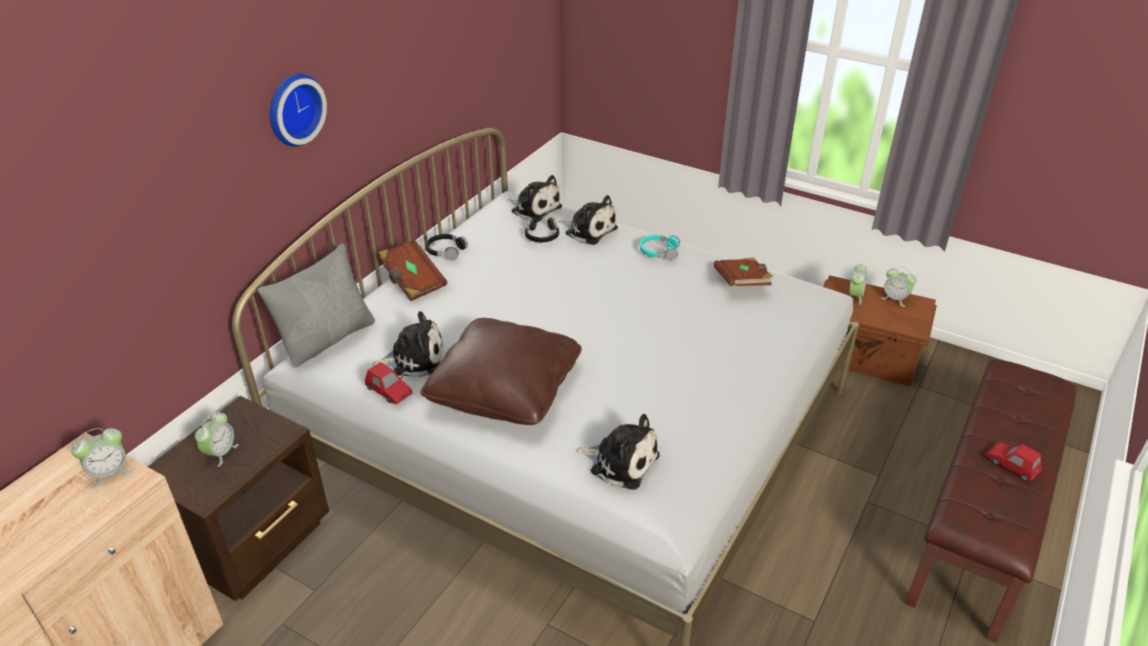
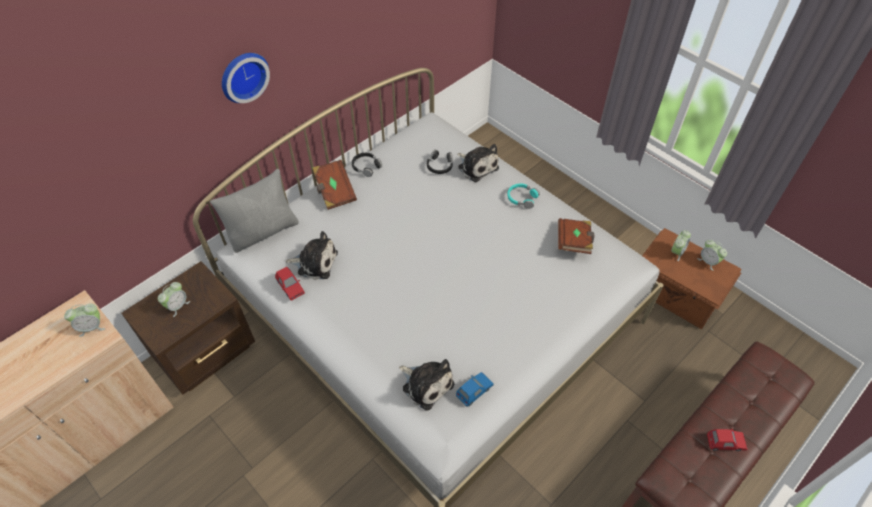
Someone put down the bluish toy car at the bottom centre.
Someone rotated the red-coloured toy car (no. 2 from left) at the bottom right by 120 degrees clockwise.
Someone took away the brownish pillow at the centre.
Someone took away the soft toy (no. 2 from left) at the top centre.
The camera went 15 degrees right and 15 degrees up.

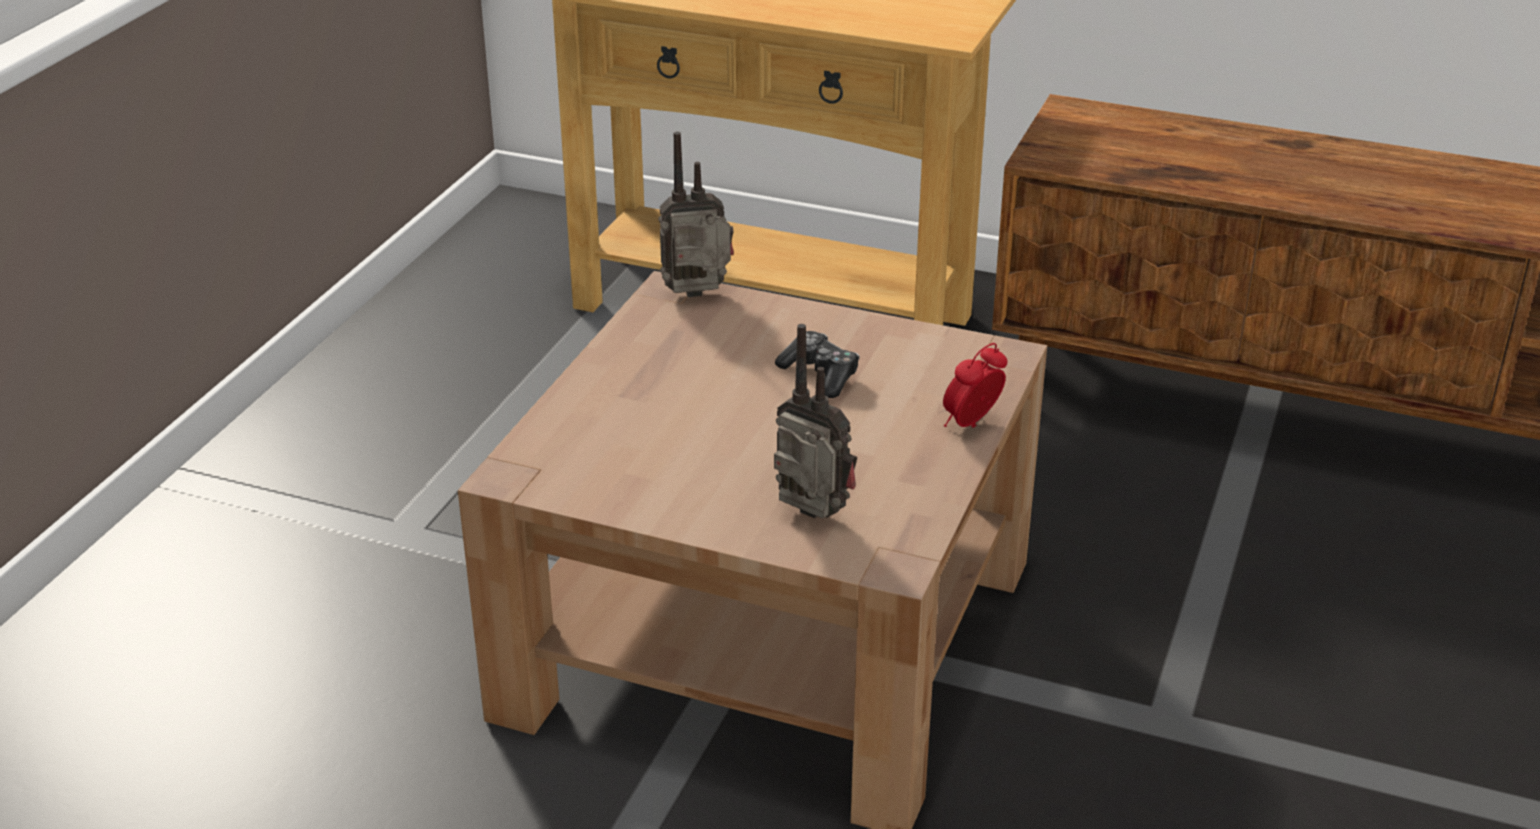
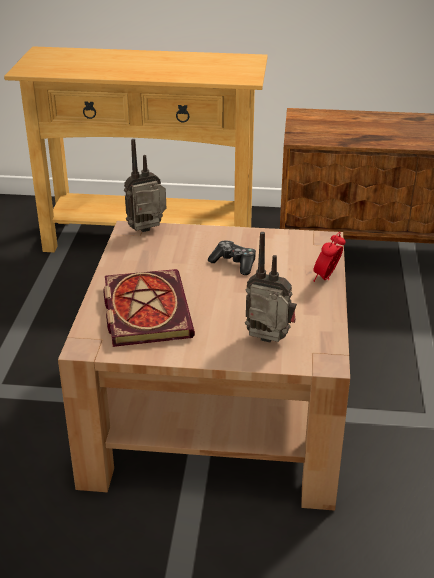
Someone put down the volume at the centre.
The camera went 15 degrees left and 0 degrees up.

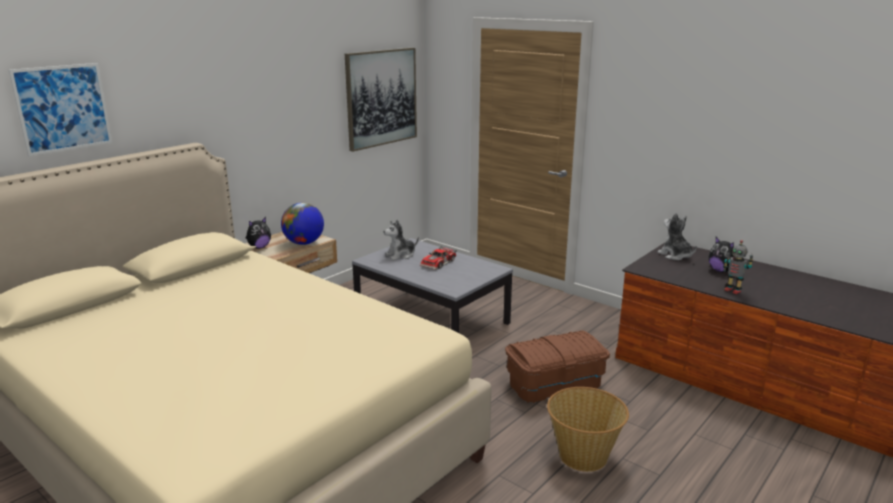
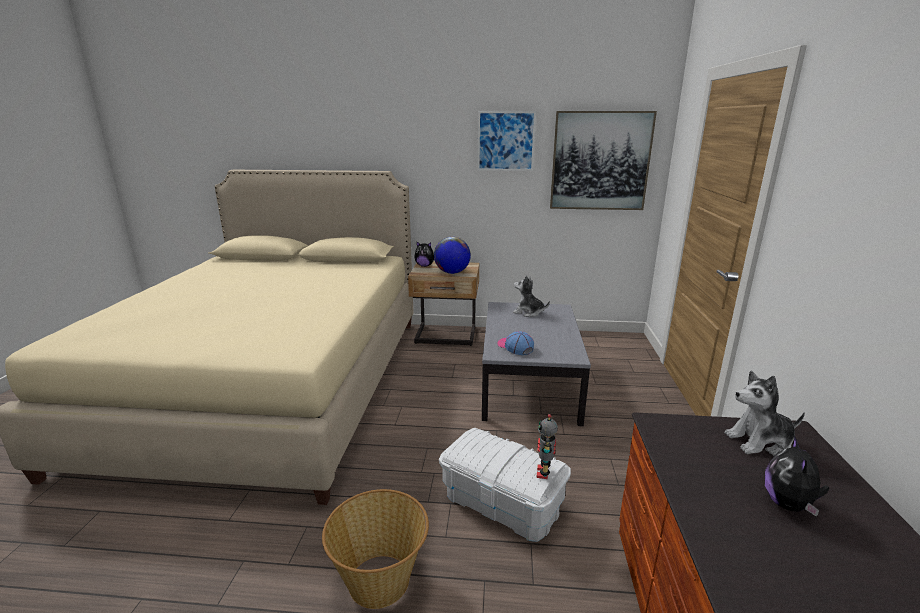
Someone repainted the brownish storage container at the bottom centre, which became the white-coloured storage container at the bottom centre.
Someone carried the wall picture (no. 1 from left) from the top left to the top centre.
Someone put down the cap at the centre.
Someone carried the robot figure from the middle right to the bottom centre.
Someone rotated the soft toy (no. 3 from left) at the middle right by 120 degrees counterclockwise.
Someone took away the toy car at the centre.
The camera went 55 degrees right and 0 degrees up.

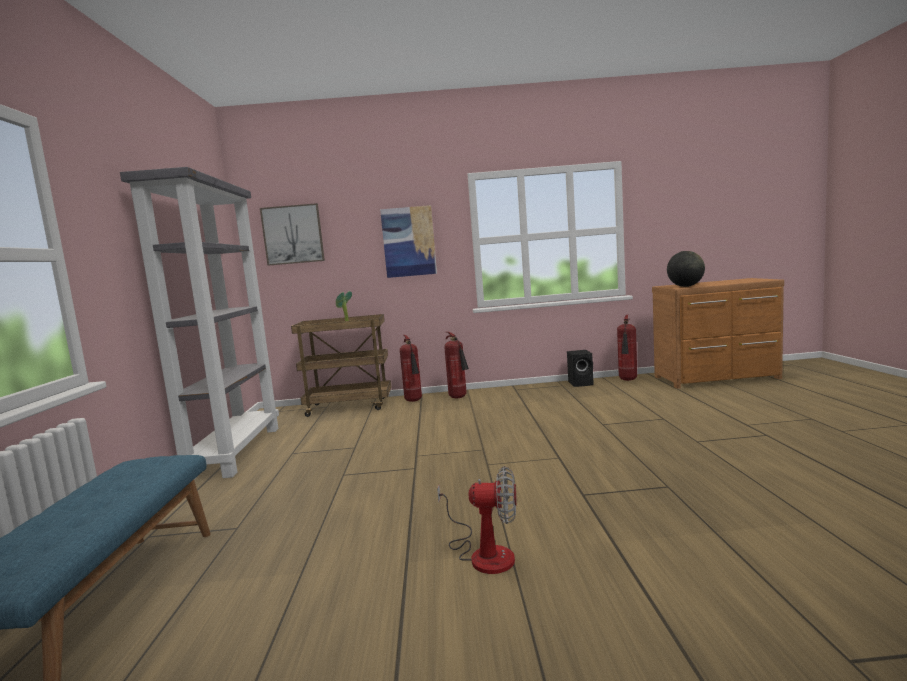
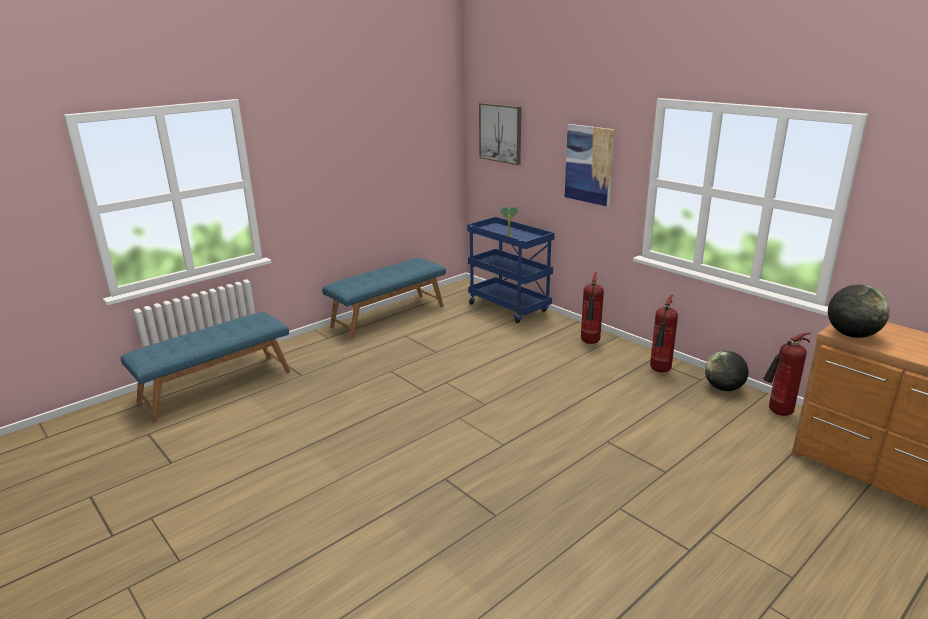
Someone swapped the gray bookcase at the middle left for the bluish bench (no. 2 from left) at the centre.
Someone repainted the brownish wheeled cart at the centre, which became the bluish wheeled cart at the centre.
Someone carried the extinguisher (no. 1 from left in the first image) from the centre to the middle right.
Someone swapped the blackish speaker at the centre for the world globe (no. 1 from left) at the middle right.
Someone took away the electric fan at the bottom centre.
The camera went 50 degrees right and 15 degrees up.

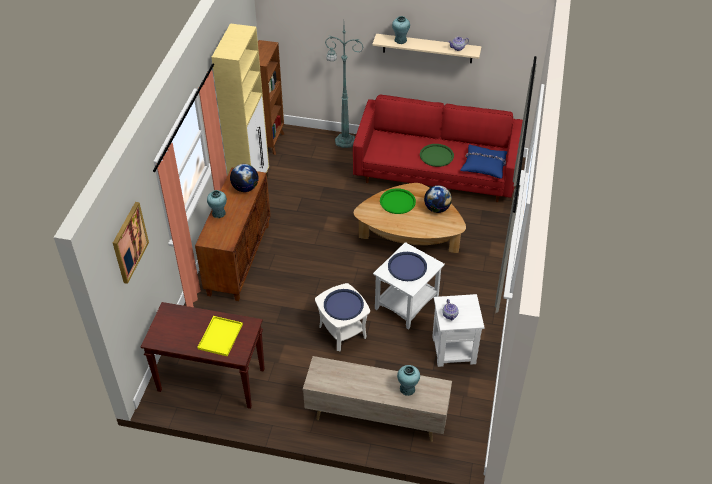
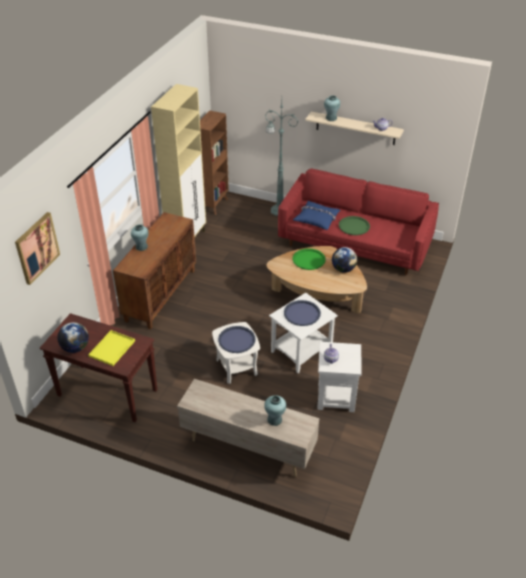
Someone carried the world globe (no. 1 from left) from the centre to the middle left.
Someone carried the bluish pillow from the top right to the centre.
The camera went 10 degrees right and 5 degrees down.

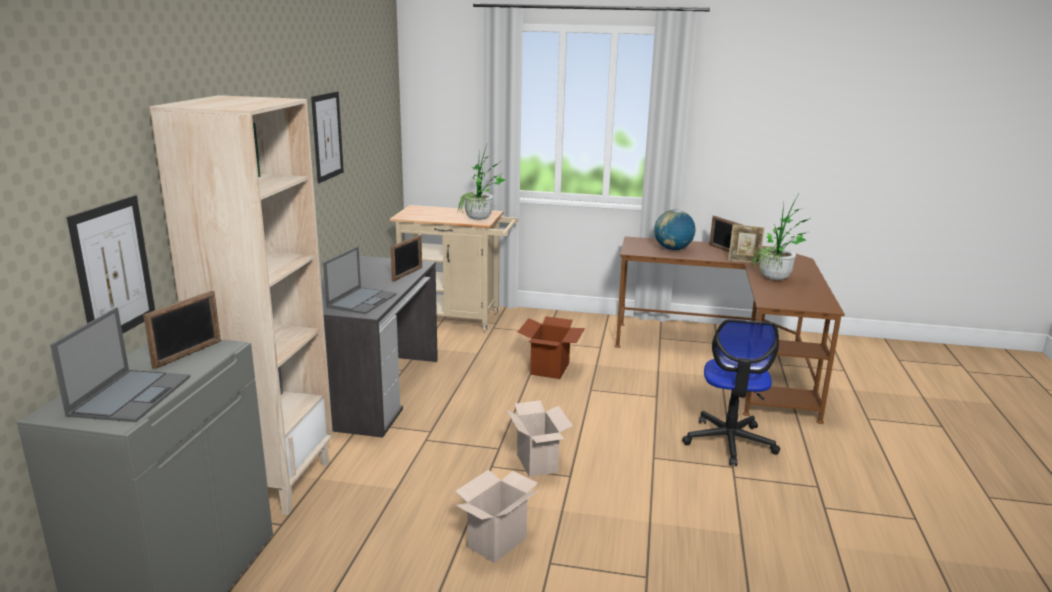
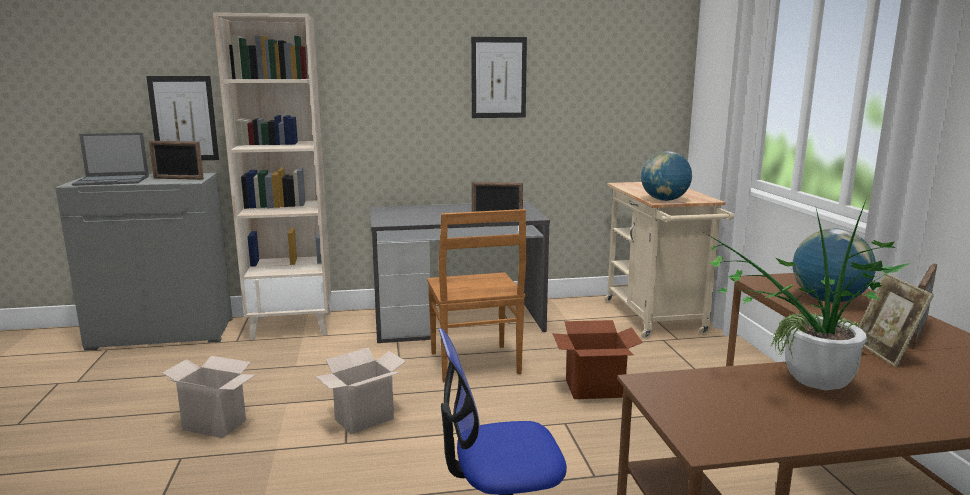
Someone put down the brownish upright chair at the centre.
Someone swapped the houseplant (no. 1 from left) at the top centre for the world globe (no. 1 from left) at the middle right.
Someone took away the notebook computer (no. 2 from left) at the centre.
The camera went 70 degrees right and 5 degrees down.

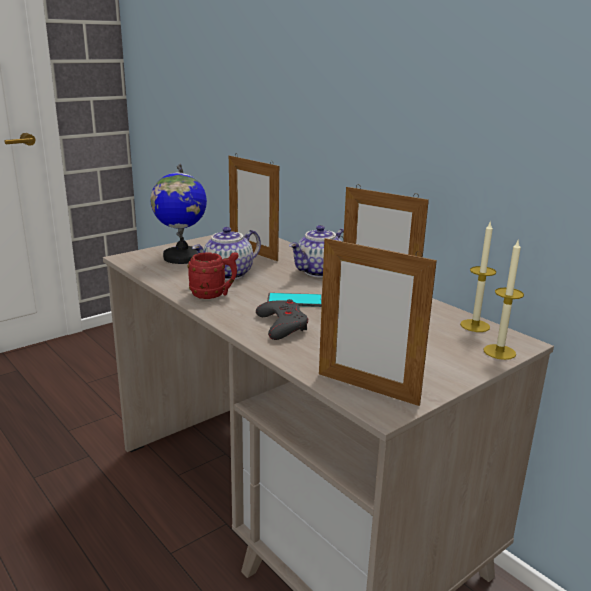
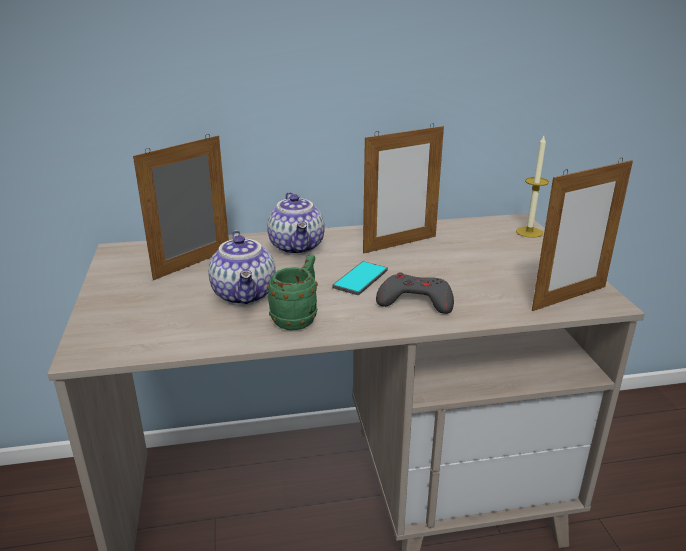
Someone rotated the picture frame (no. 1 from left) at the centre by 150 degrees clockwise.
Someone repainted the red-coloured coffee mug at the centre, which became the greenish coffee mug at the centre.
Someone took away the world globe at the middle left.
Someone took away the wax light (no. 1 from left) at the middle right.
The camera went 60 degrees left and 5 degrees up.

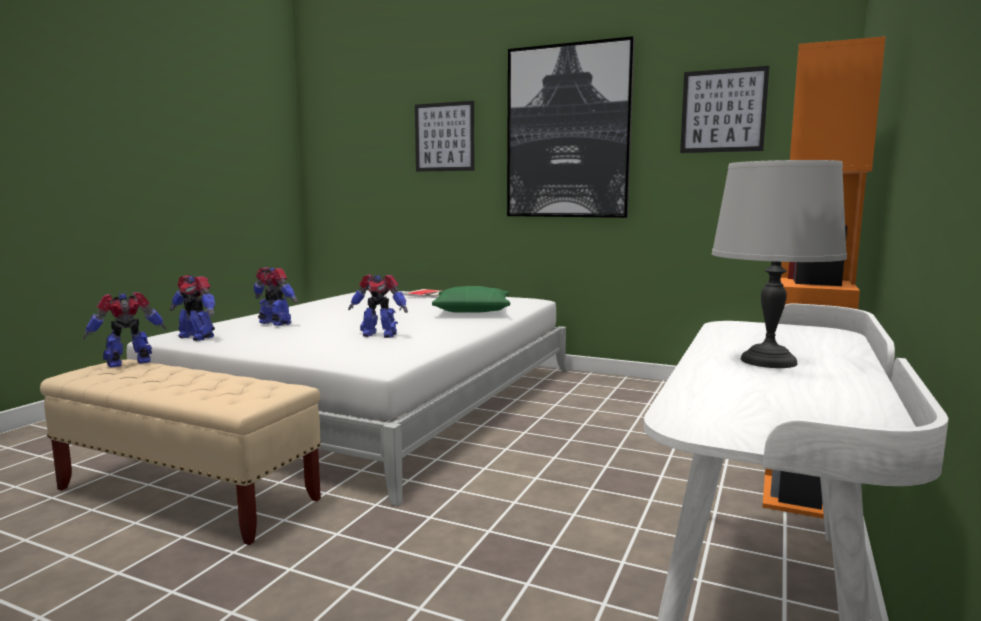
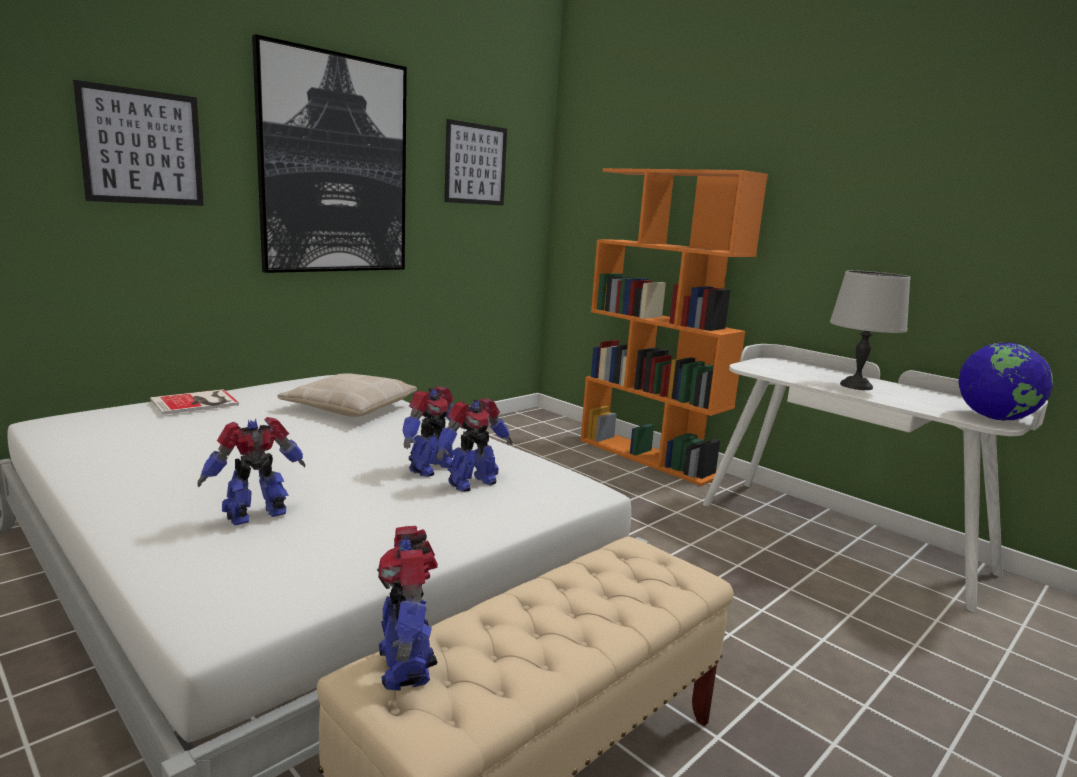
Someone repainted the greenish pillow at the centre, which became the beige-coloured pillow at the middle left.
Someone carried the robot figure (no. 2 from left in the first image) from the middle left to the centre.
Someone put down the world globe at the middle right.
The camera went 70 degrees left and 5 degrees up.

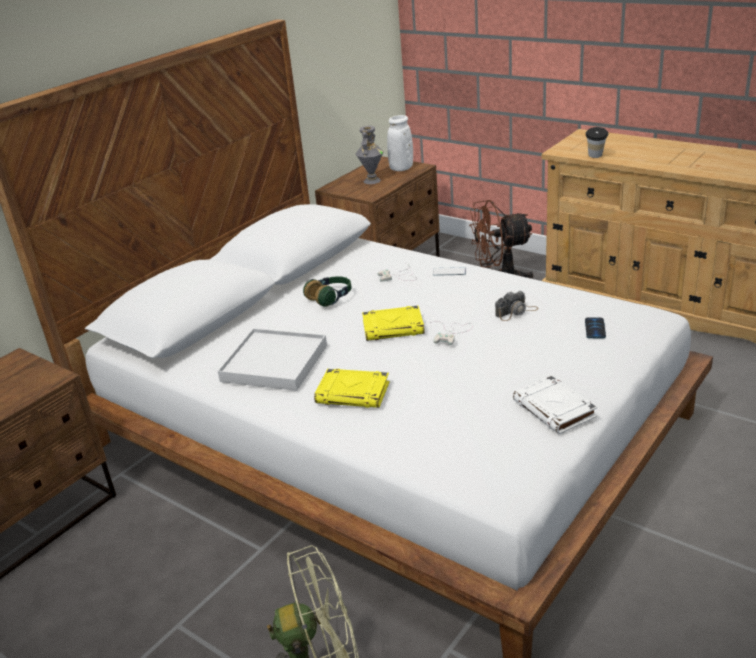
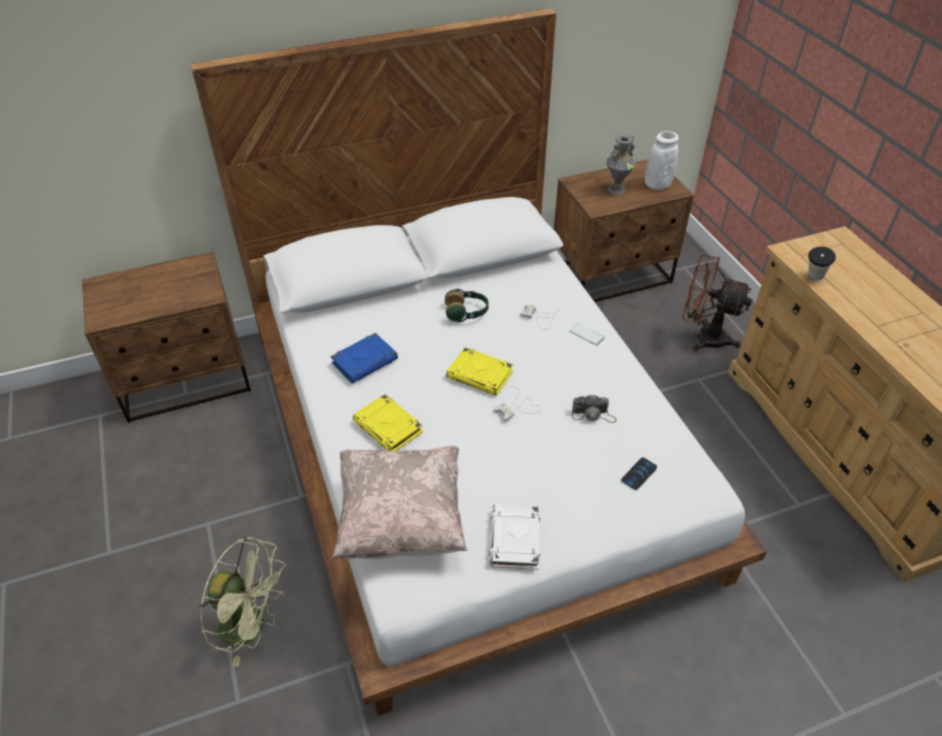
Someone swapped the white-coloured serving tray at the centre for the bluish volume at the centre.
Someone put down the beige-coloured pillow at the bottom centre.
The camera went 30 degrees right and 15 degrees up.

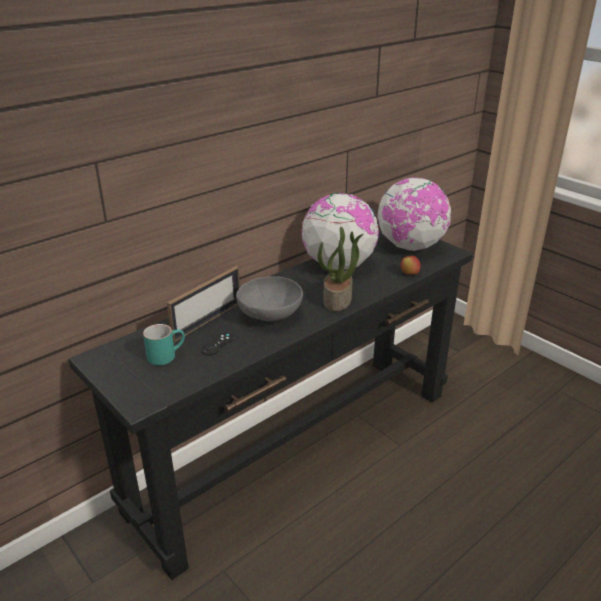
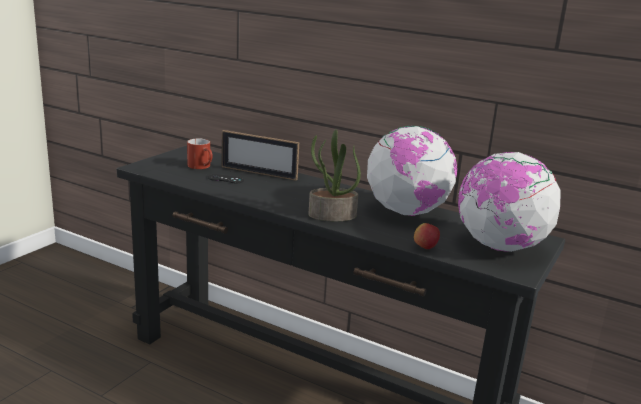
Someone repainted the turquoise coffee mug at the middle left, which became the red-coloured coffee mug at the middle left.
Someone took away the gray bowl at the centre.
The camera went 70 degrees right and 10 degrees down.

